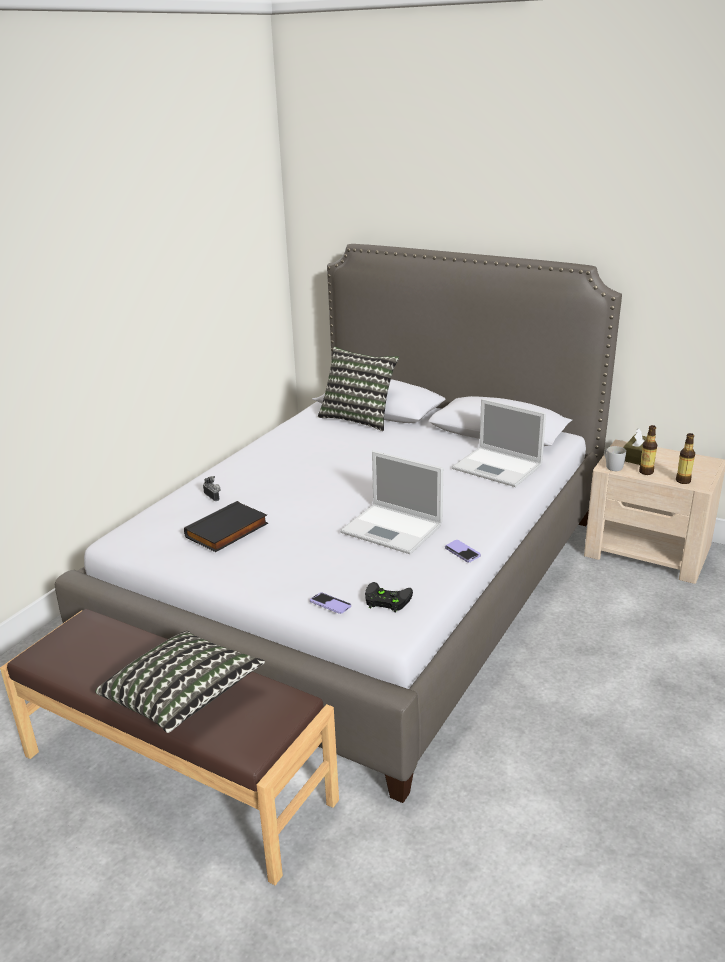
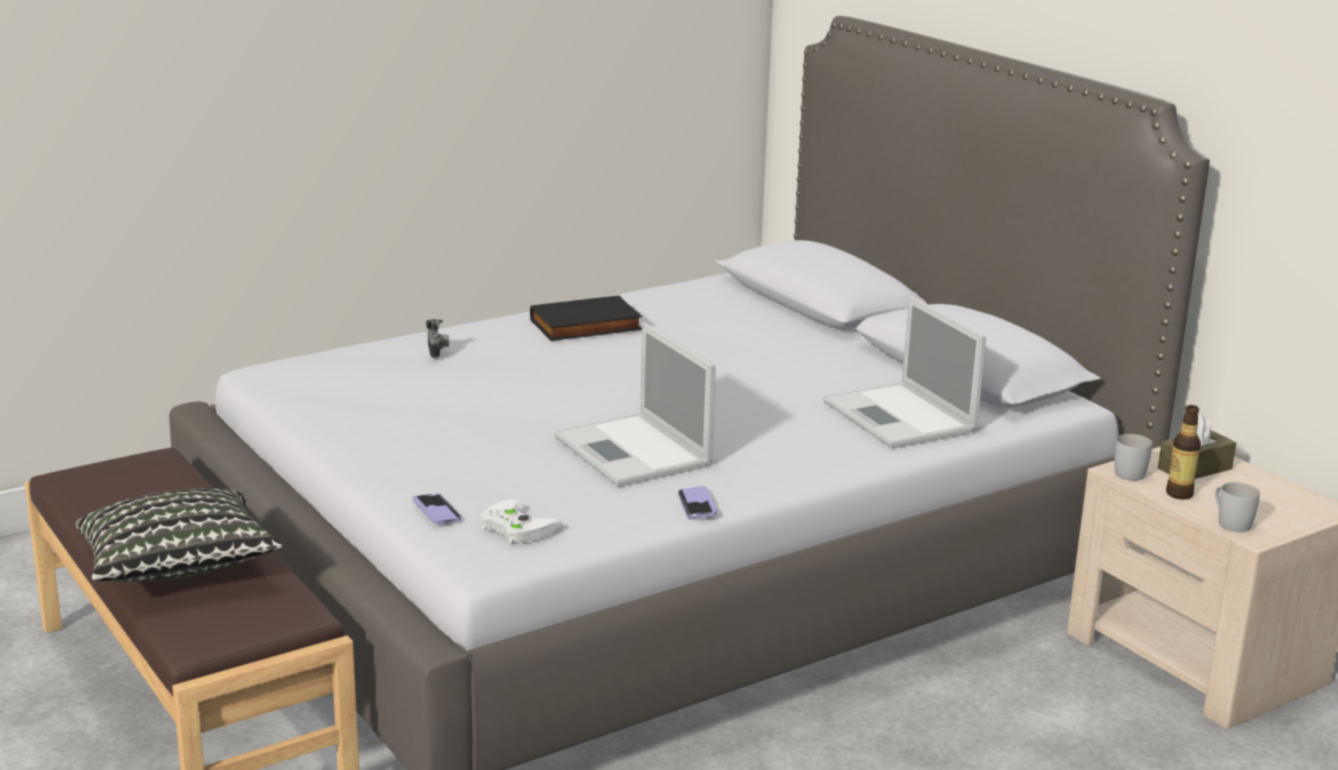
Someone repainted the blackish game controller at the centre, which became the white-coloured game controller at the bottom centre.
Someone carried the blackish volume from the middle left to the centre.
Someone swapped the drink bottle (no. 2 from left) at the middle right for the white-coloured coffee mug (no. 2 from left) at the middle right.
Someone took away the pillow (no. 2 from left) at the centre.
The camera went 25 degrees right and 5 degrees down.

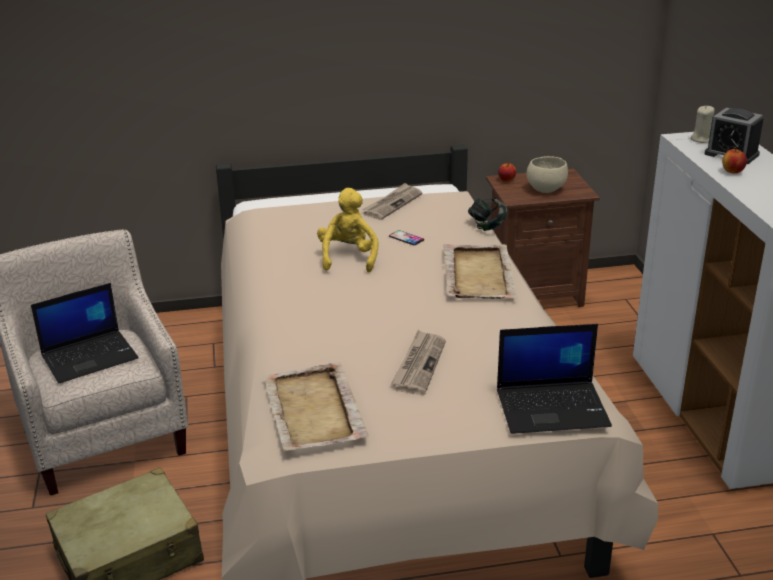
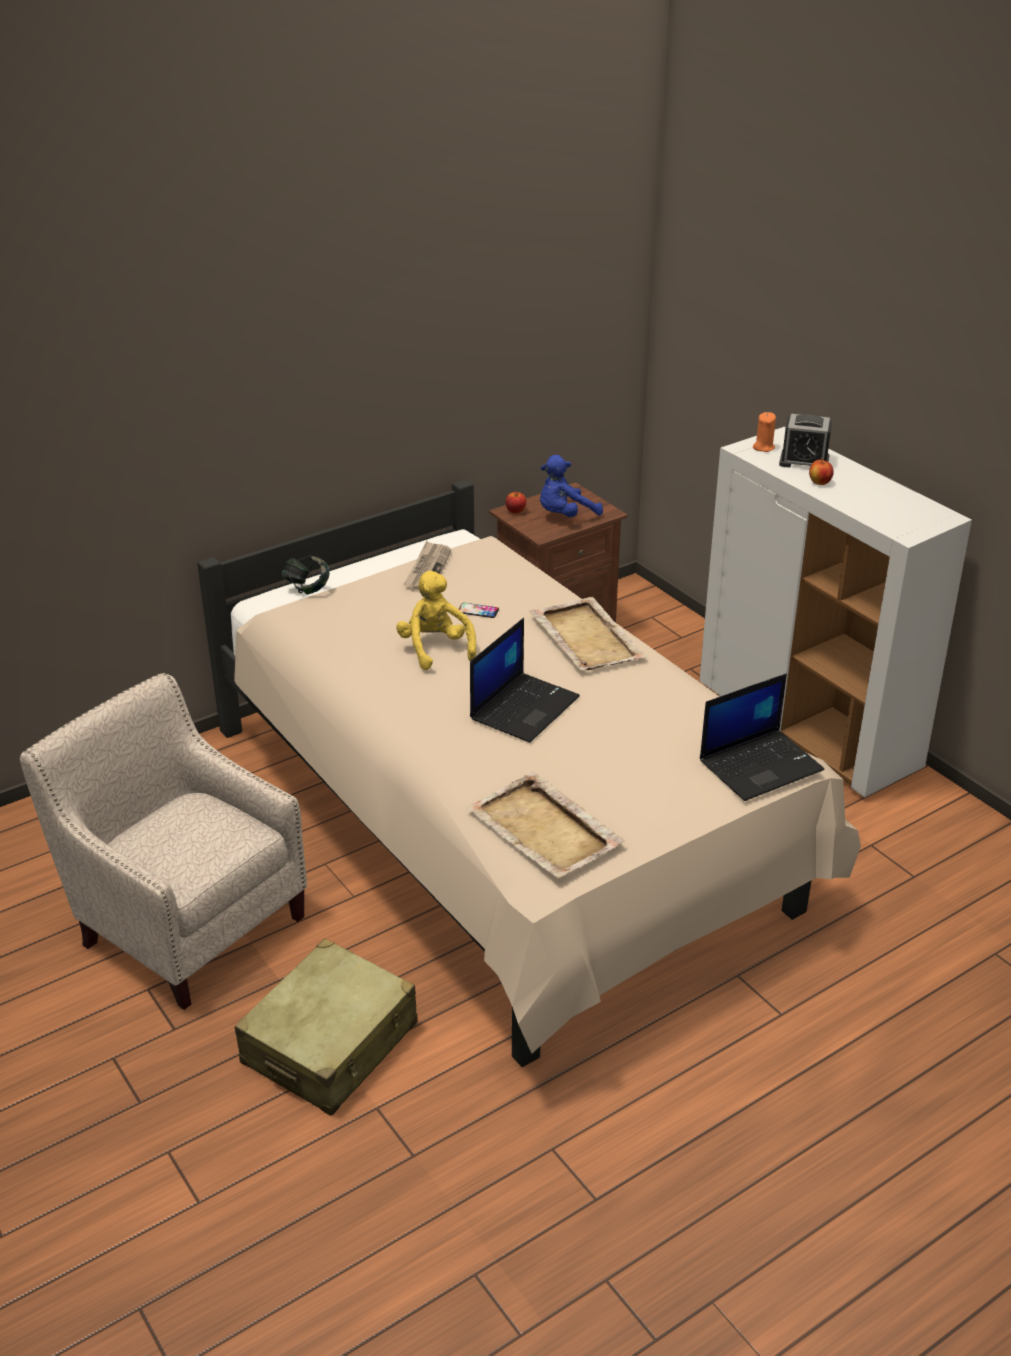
Someone carried the headset from the centre to the middle left.
Someone carried the notebook computer (no. 1 from left) from the middle left to the centre.
Someone swapped the beige-coloured bowl at the top right for the bluish soft toy at the centre.
Someone repainted the beige-coloured wax light at the top right, which became the orange wax light at the top right.
Someone took away the daily paper (no. 2 from left) at the centre.
The camera went 25 degrees left and 5 degrees up.

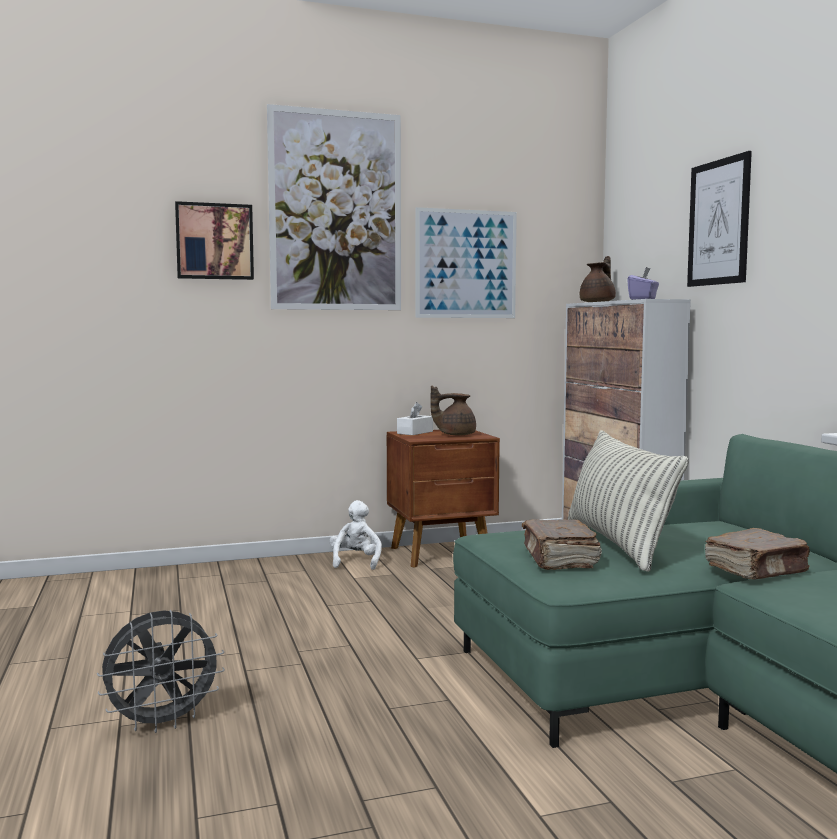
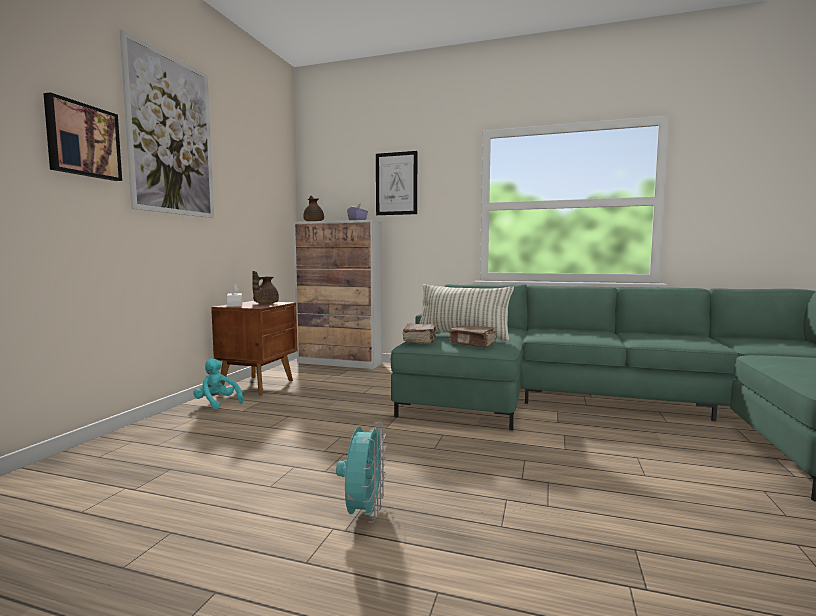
Someone repainted the white-coloured soft toy at the centre, which became the turquoise soft toy at the middle left.
Someone repainted the gray electric fan at the bottom left, which became the turquoise electric fan at the bottom centre.
Someone carried the brownish volume (no. 2 from left in the first image) from the middle right to the centre.
Someone took away the wall picture (no. 3 from left) at the top centre.
The camera went 55 degrees left and 0 degrees up.

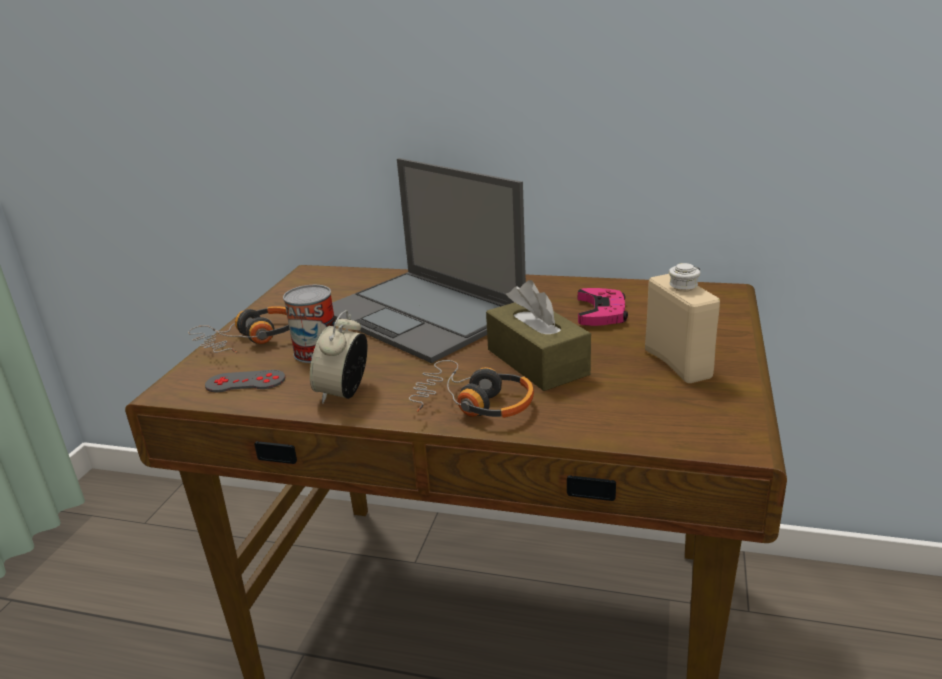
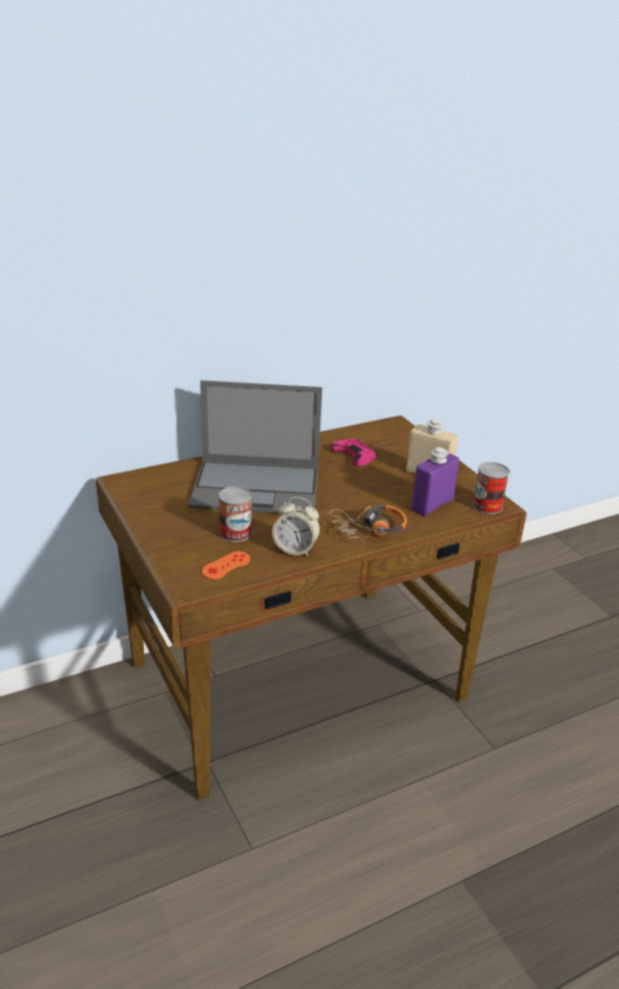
Someone repainted the gray game controller at the middle left, which became the orange game controller at the centre.
Someone rotated the table clock at the centre by 45 degrees counterclockwise.
Someone put down the purplish drink bottle at the middle right.
Someone put down the metal can (no. 2 from left) at the middle right.
Someone took away the headset (no. 1 from left) at the middle left.
Someone took away the brownish tissue holder at the centre.
The camera went 45 degrees left and 5 degrees up.

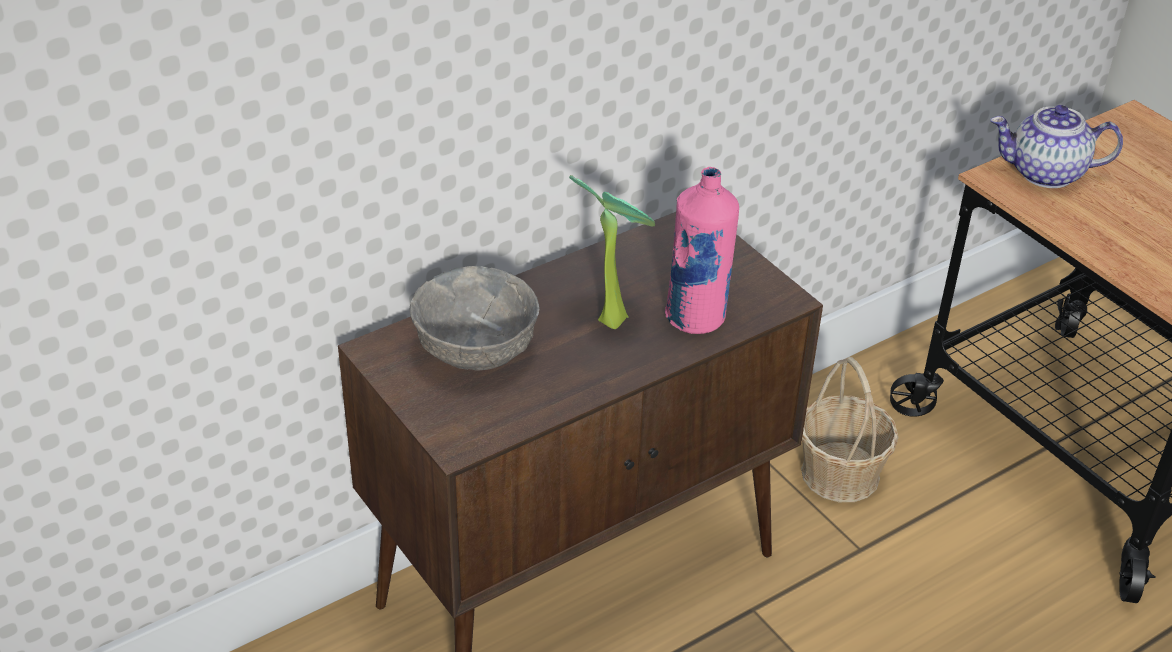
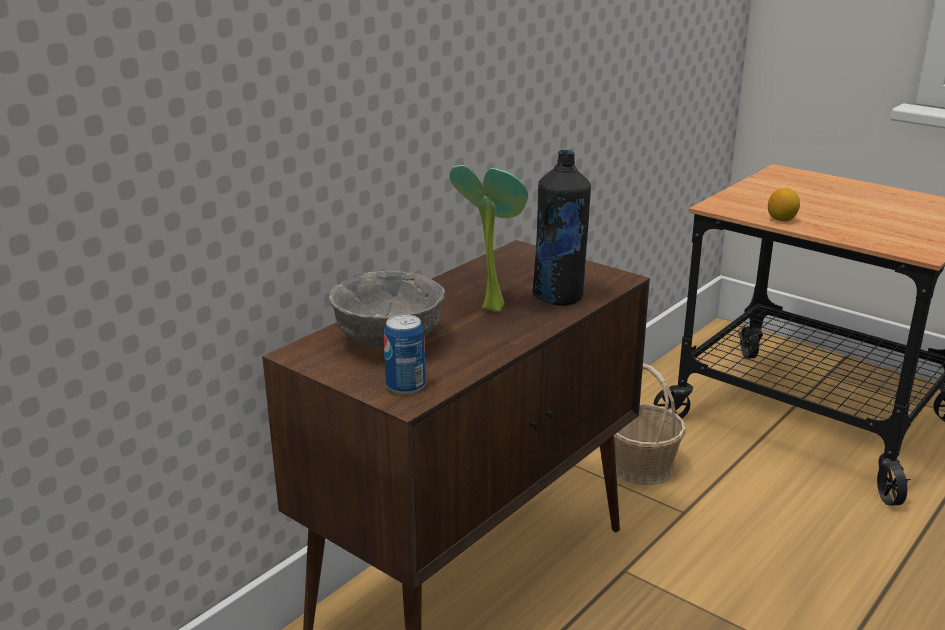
Someone put down the metal can at the centre.
Someone repainted the pink drink bottle at the centre, which became the blackish drink bottle at the centre.
Someone put down the citrus fruit at the top right.
Someone took away the pot for tea at the top right.
The camera went 15 degrees left and 15 degrees down.

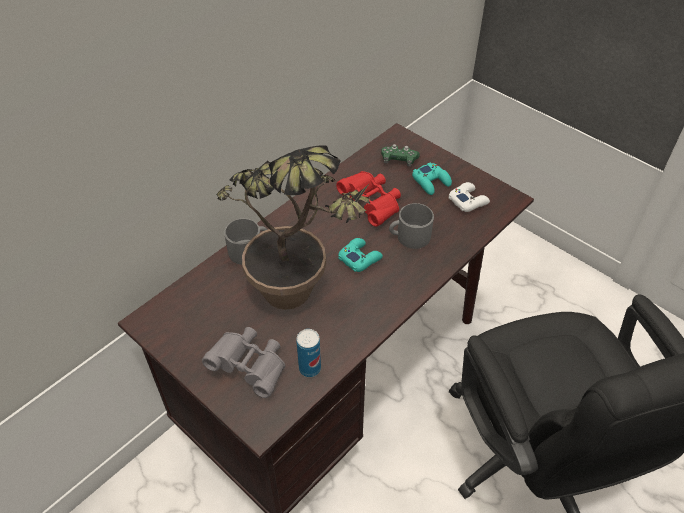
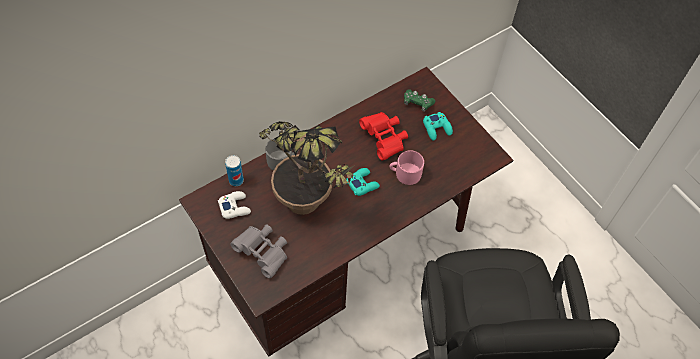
Someone carried the white-coloured game controller from the middle right to the centre.
Someone carried the metal can from the bottom centre to the centre.
Someone repainted the gray coffee mug (no. 2 from left) at the centre, which became the pink coffee mug at the centre.
The camera went 10 degrees right and 10 degrees up.

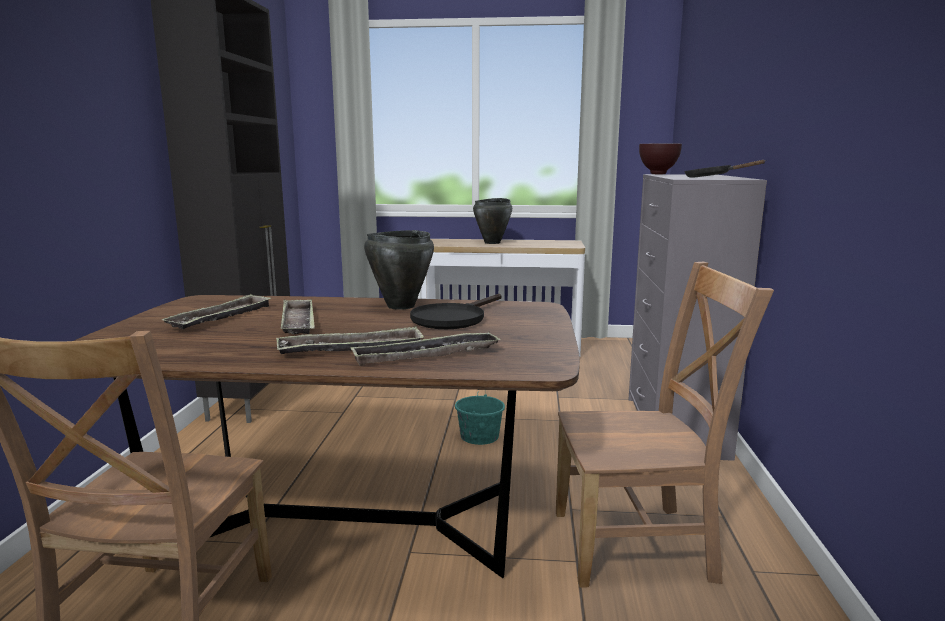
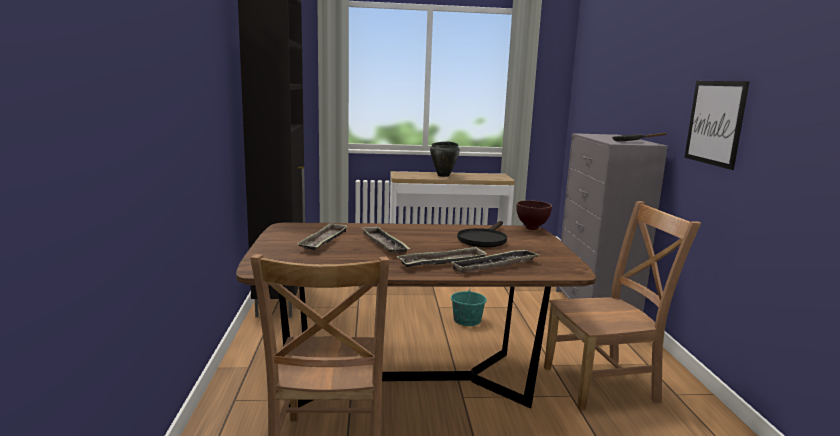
Someone carried the brownish bowl from the top right to the centre.
Someone put up the wall picture at the top right.
Someone took away the blackish cooking pot (no. 1 from left) at the centre.
The camera went 10 degrees left and 0 degrees up.

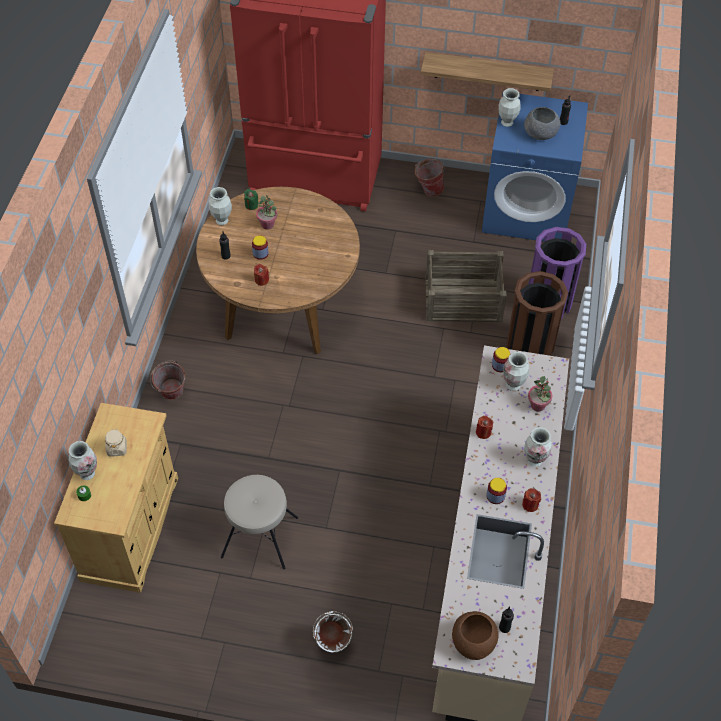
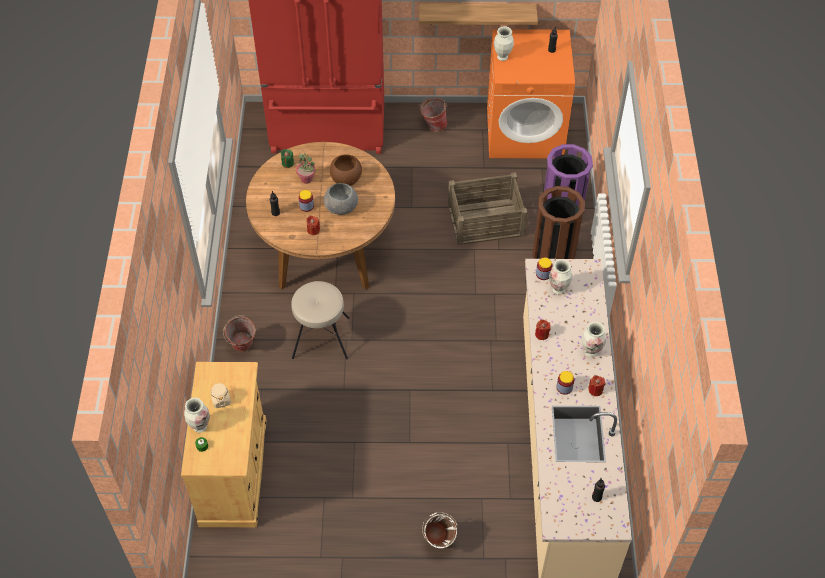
Someone carried the beige-coloured stool seat from the bottom centre to the centre.
Someone carried the gray bowl from the top right to the centre.
Someone carried the brownish bowl from the bottom centre to the top centre.
Someone repainted the bluish laundry appliance at the top right, which became the orange laundry appliance at the top centre.
Someone took away the decorative vase (no. 2 from left) at the top left.
Someone took away the houseplant (no. 2 from left) at the middle right.
The camera went 10 degrees left and 0 degrees up.

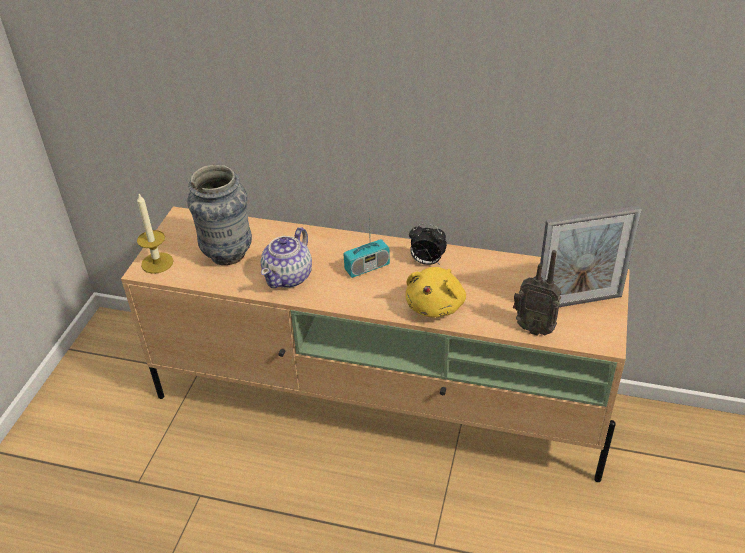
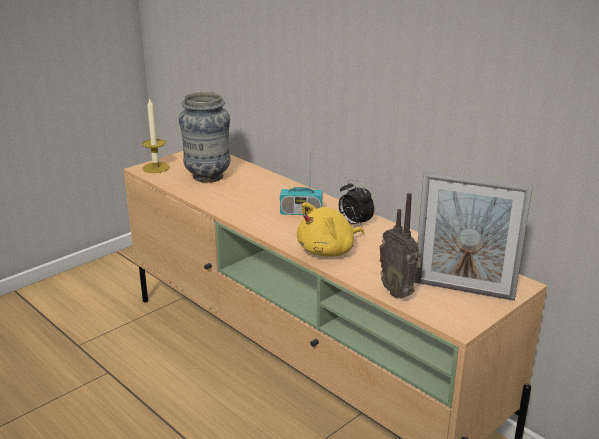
Someone took away the pot for tea at the centre.
The camera went 30 degrees right and 15 degrees down.

